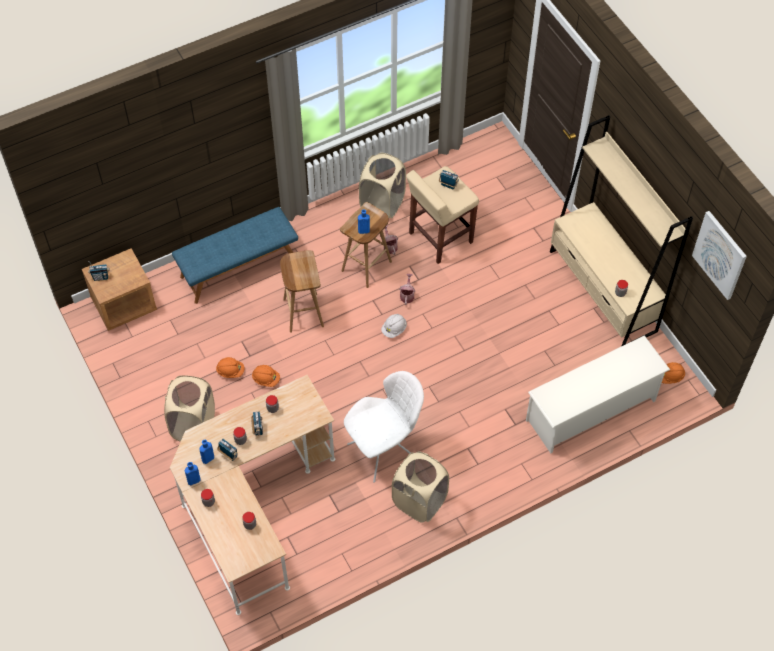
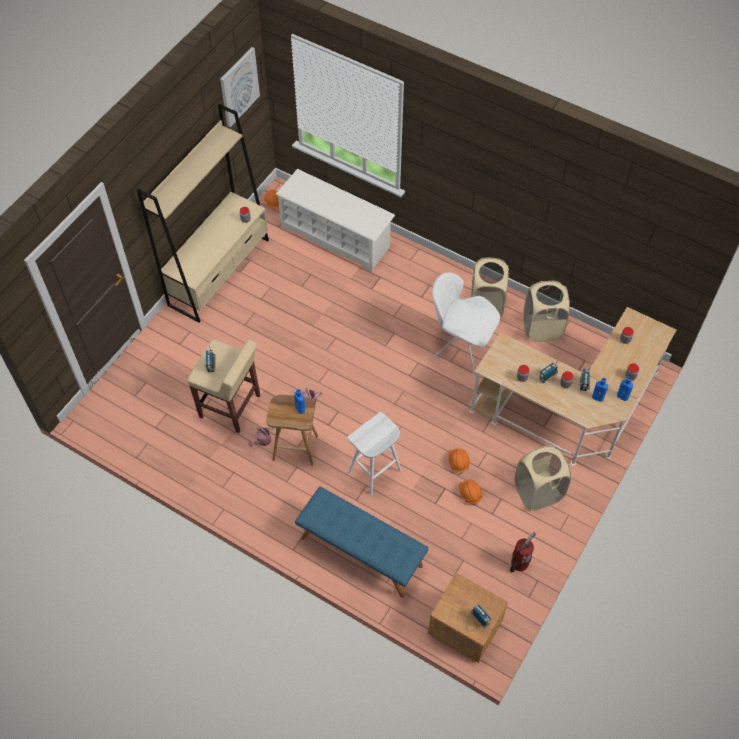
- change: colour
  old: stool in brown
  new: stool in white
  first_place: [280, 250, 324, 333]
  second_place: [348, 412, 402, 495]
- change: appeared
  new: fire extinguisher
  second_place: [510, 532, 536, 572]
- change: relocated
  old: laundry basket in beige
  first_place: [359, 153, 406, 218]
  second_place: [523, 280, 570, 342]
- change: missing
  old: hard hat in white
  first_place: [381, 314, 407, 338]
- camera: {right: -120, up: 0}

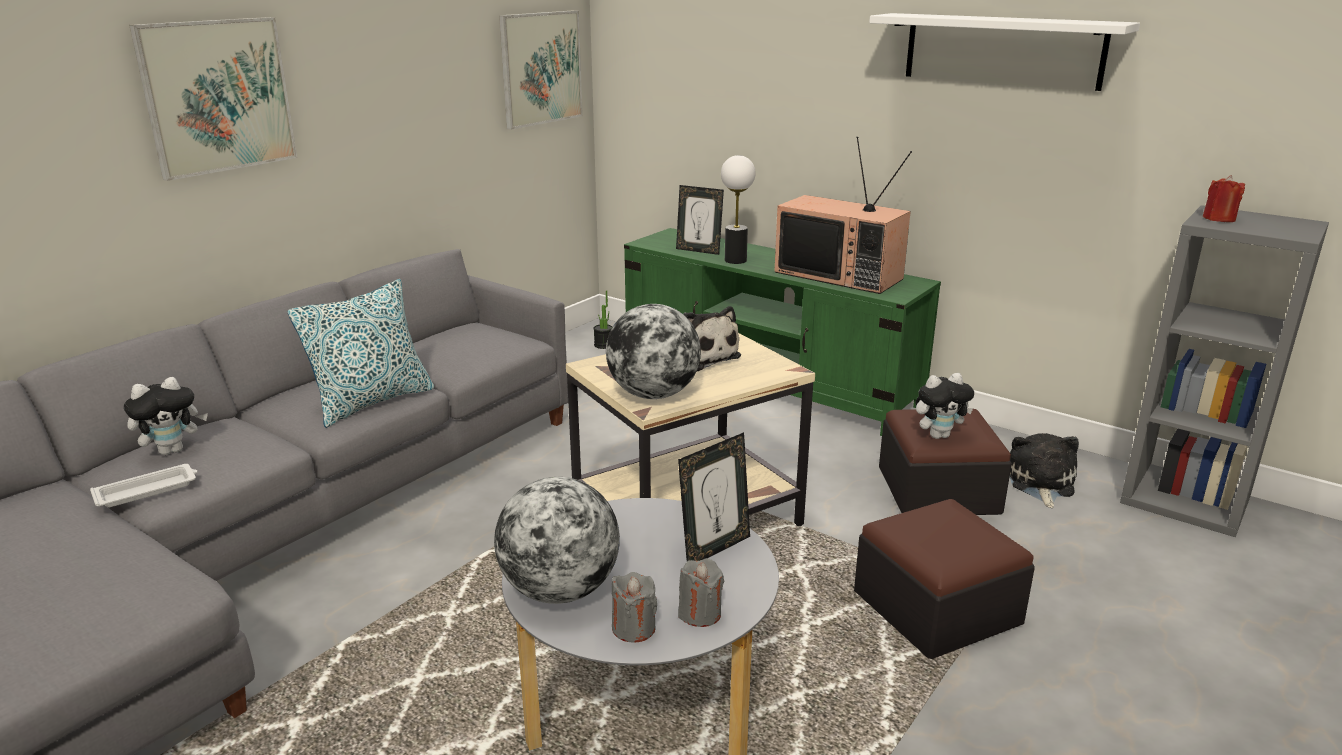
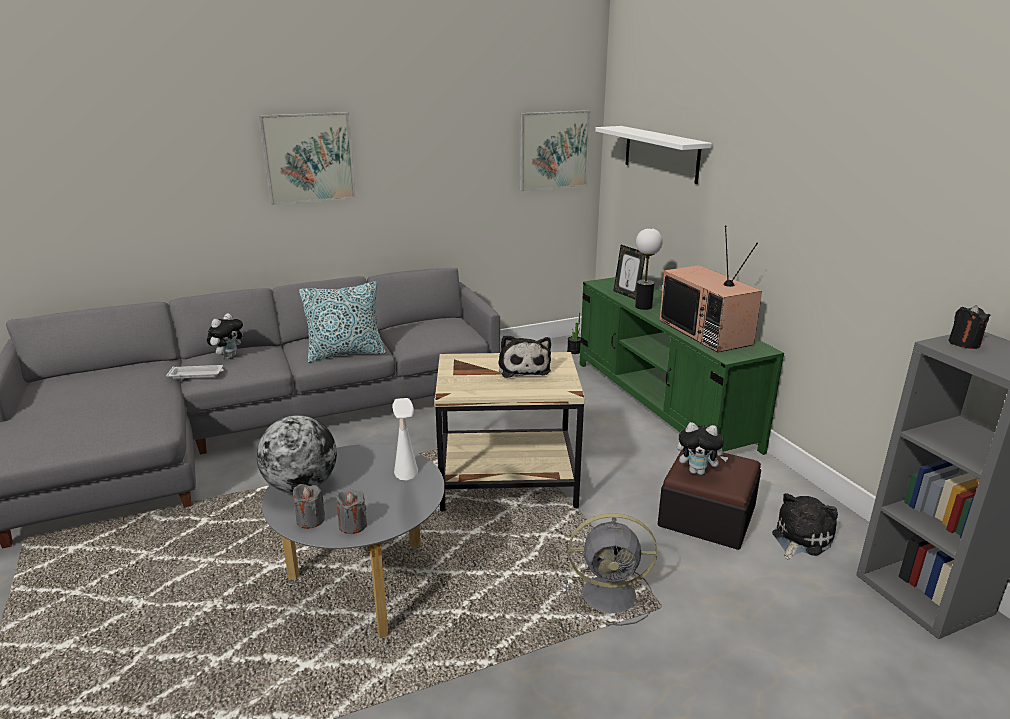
- change: spun
  old: plush toy
  first_place: [124, 377, 208, 455]
  second_place: [207, 313, 243, 359]
  degrees: -60
- change: exchanged
  old: picture frame
  new: table lamp in white
  first_place: [678, 432, 750, 561]
  second_place: [393, 398, 418, 480]
- change: exchanged
  old: ottoman
  new: fan in grey
  first_place: [854, 499, 1035, 659]
  second_place: [564, 513, 657, 626]
- change: relocated
  old: shelf in white
  first_place: [869, 13, 1140, 91]
  second_place: [595, 126, 712, 184]
- change: colour
  old: candle in red
  new: candle in black
  first_place: [1203, 175, 1245, 222]
  second_place: [948, 305, 990, 349]
- change: missing
  old: globe
  first_place: [606, 304, 701, 399]
- camera: {right: 30, up: 0}

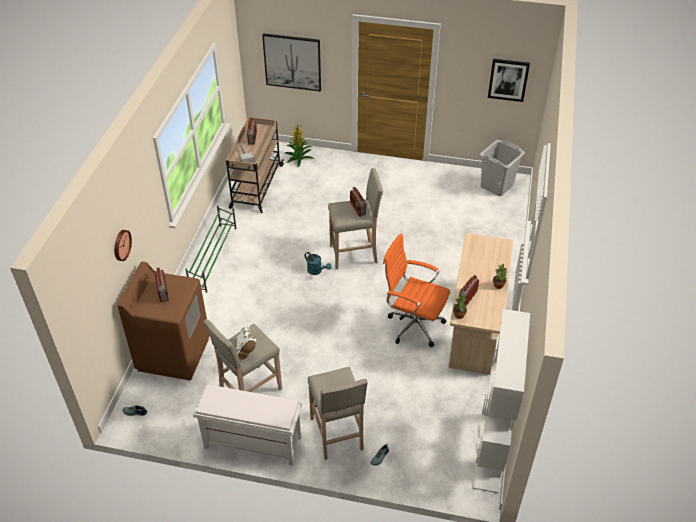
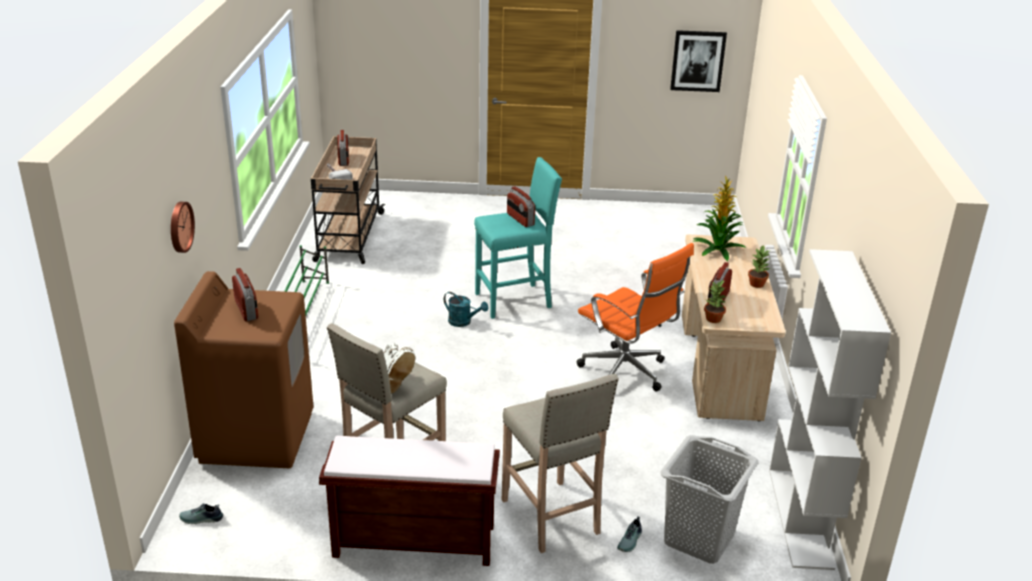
- change: colour
  old: bench in white
  new: bench in brown
  first_place: [193, 384, 302, 465]
  second_place: [319, 435, 500, 566]
- change: colour
  old: stool in beige
  new: stool in turquoise
  first_place: [328, 168, 383, 269]
  second_place: [474, 157, 562, 319]
- change: spun
  old: office chair in orange
  first_place: [383, 234, 450, 347]
  second_place: [577, 243, 694, 392]
  degrees: -150
- change: relocated
  old: laundry basket in grey
  first_place: [479, 140, 525, 196]
  second_place: [660, 435, 759, 564]
- change: relocated
  old: potted plant
  first_place: [285, 123, 314, 167]
  second_place: [692, 176, 746, 261]
- change: missing
  old: picture
  first_place: [262, 33, 321, 92]
- camera: {right: -10, up: -15}

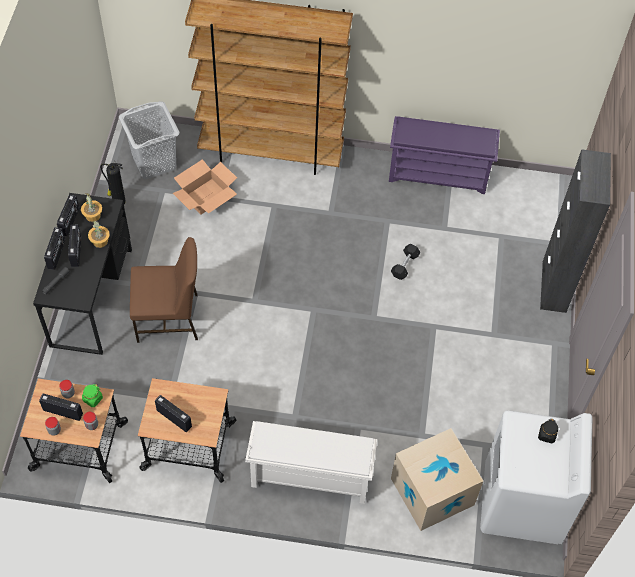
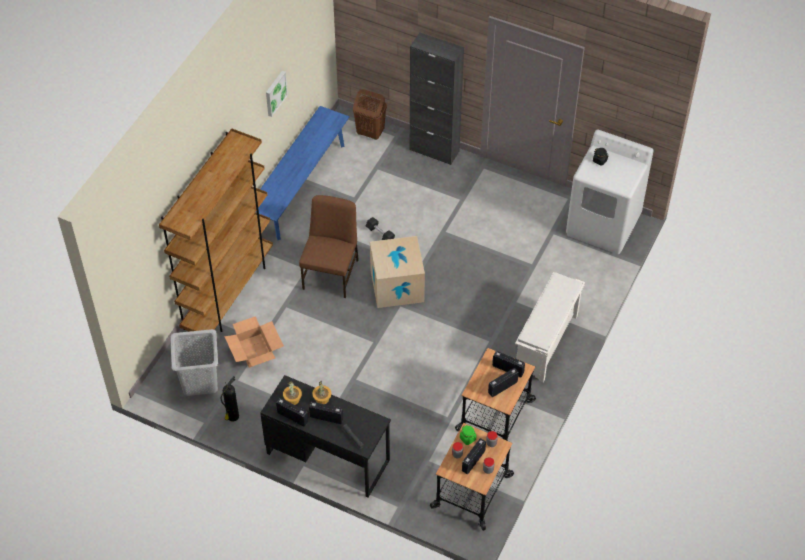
- change: exchanged
  old: shoe rack in purple
  new: bench in blue
  first_place: [389, 116, 500, 194]
  second_place: [256, 106, 350, 240]
- change: appeared
  new: picture
  second_place: [266, 71, 288, 117]
- change: relocated
  old: chair in brown
  first_place: [130, 237, 198, 343]
  second_place: [299, 195, 359, 298]
- change: appeared
  new: laundry basket in brown
  second_place: [353, 89, 387, 140]
- change: relocated
  old: cardboard box
  first_place: [391, 428, 483, 531]
  second_place: [370, 236, 425, 308]
- change: relocated
  old: radio
  first_place: [44, 227, 65, 270]
  second_place: [492, 351, 525, 378]
- camera: {right: -70, up: -5}

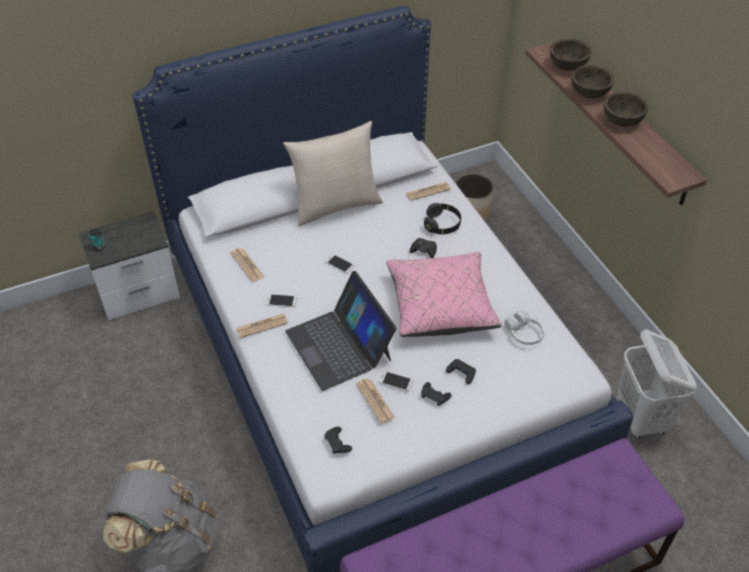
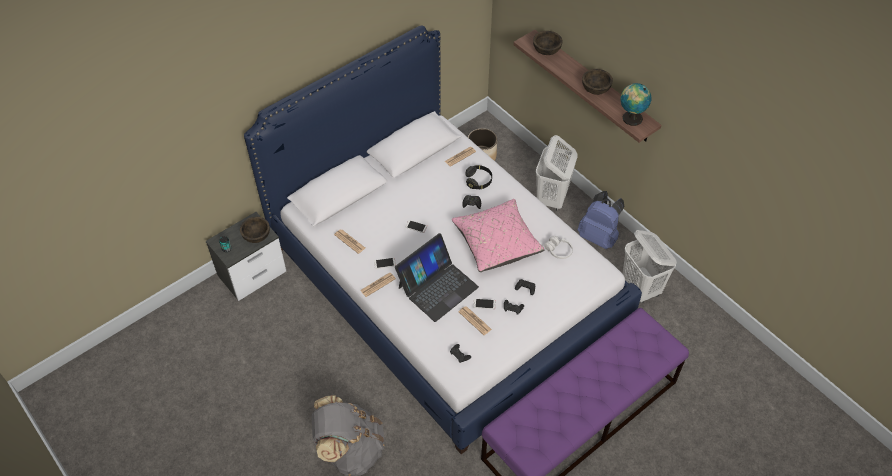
- change: relocated
  old: bowl in brown
  first_place: [572, 65, 614, 98]
  second_place: [240, 217, 270, 243]
- change: spun
  old: laptop
  first_place: [285, 271, 396, 391]
  second_place: [395, 233, 479, 322]
  degrees: -90
- change: appeared
  new: laundry basket in white
  second_place: [536, 135, 578, 211]
- change: appeared
  new: backpack in blue
  second_place: [578, 191, 625, 249]
- change: appeared
  new: globe
  second_place: [620, 83, 651, 126]
- change: missing
  old: pillow in beige
  first_place: [283, 121, 383, 226]
- camera: {right: -15, up: 5}

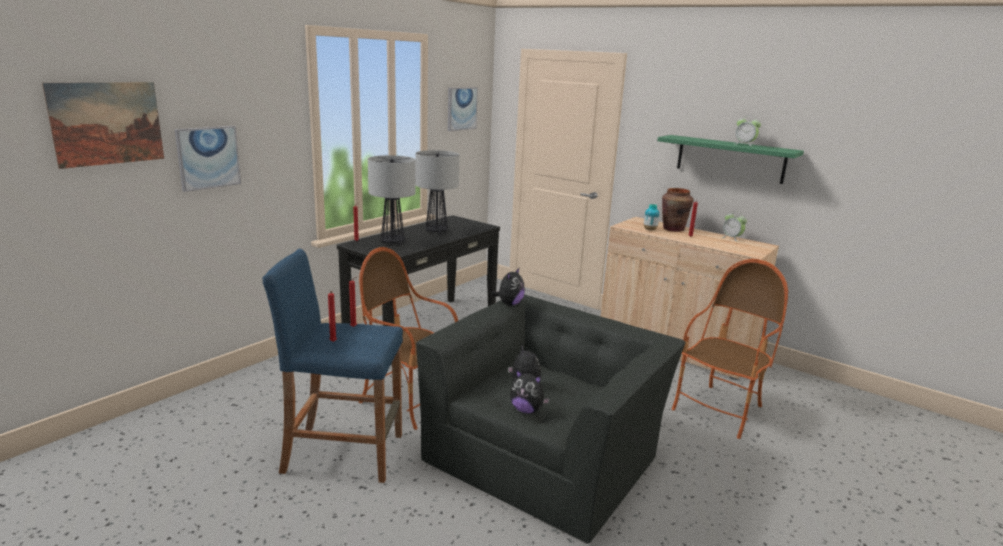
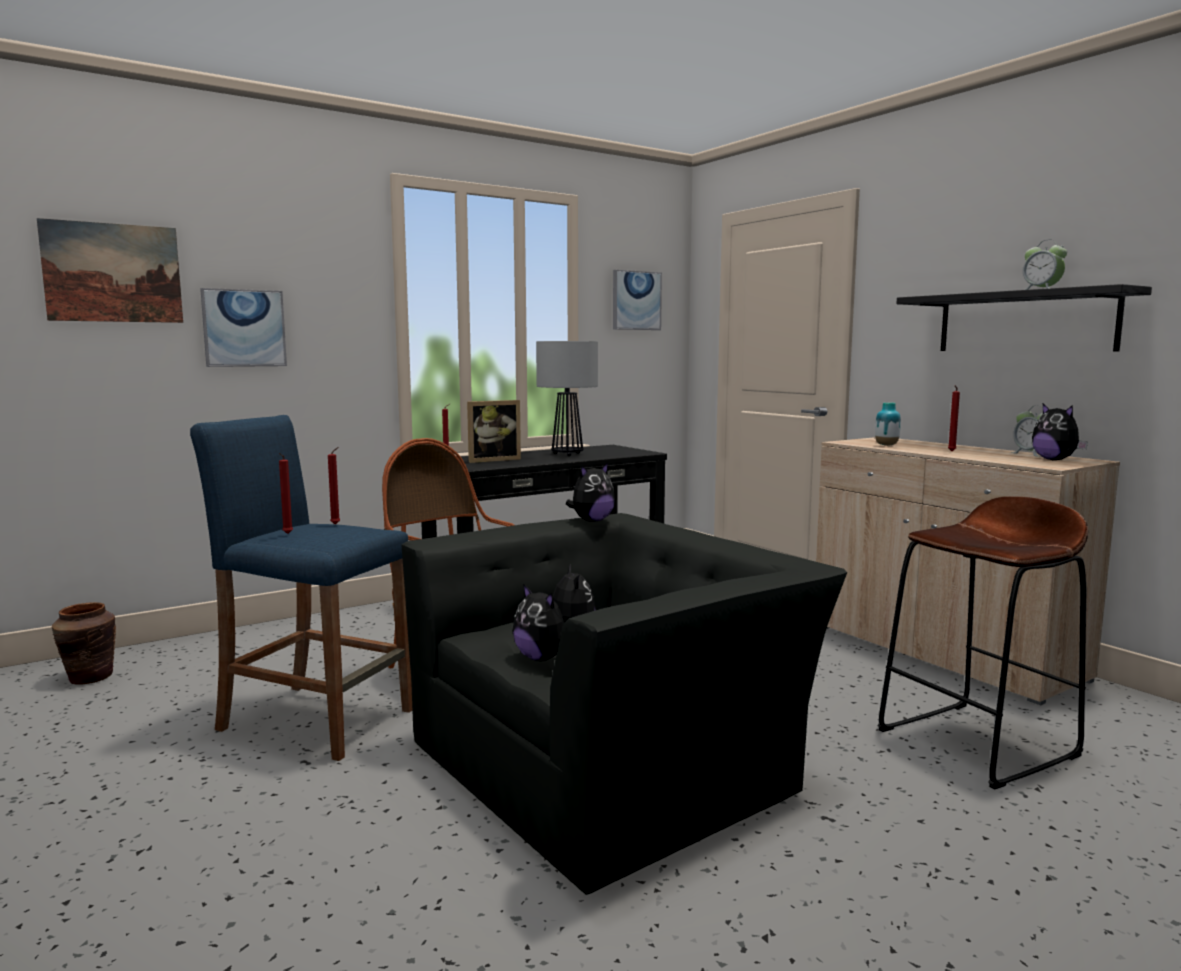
- change: relocated
  old: vase in brown
  first_place: [662, 188, 693, 232]
  second_place: [52, 602, 116, 685]
- change: exchanged
  old: table lamp
  new: picture frame
  first_place: [368, 155, 416, 245]
  second_place: [467, 400, 521, 463]
- change: exchanged
  old: armchair
  new: stool in brown
  first_place: [672, 259, 788, 439]
  second_place: [878, 496, 1088, 790]
- change: colour
  old: shelf in green
  new: shelf in black
  first_place: [657, 135, 804, 184]
  second_place: [896, 284, 1152, 352]
- change: appeared
  new: plush toy
  second_place: [1032, 404, 1088, 460]
- camera: {right: 20, up: -10}

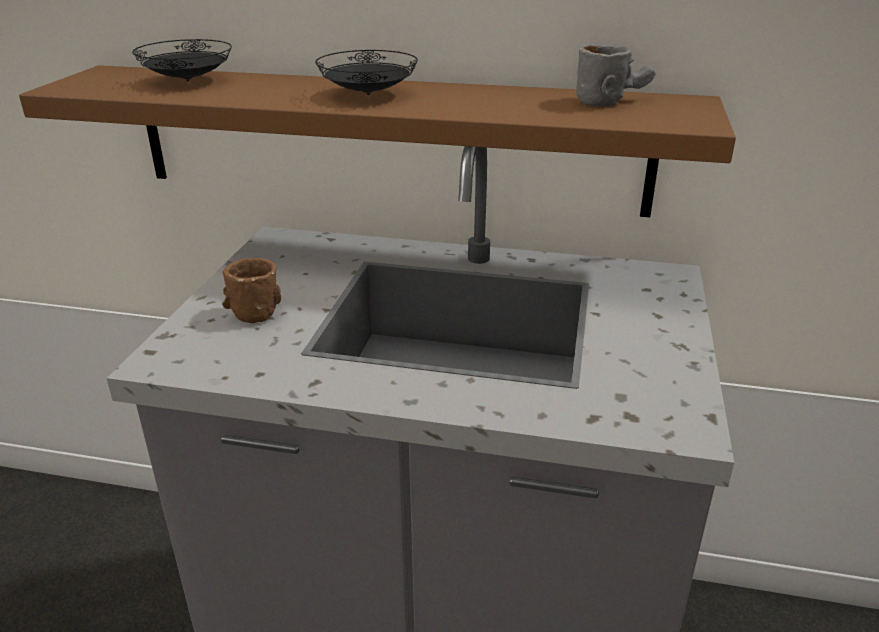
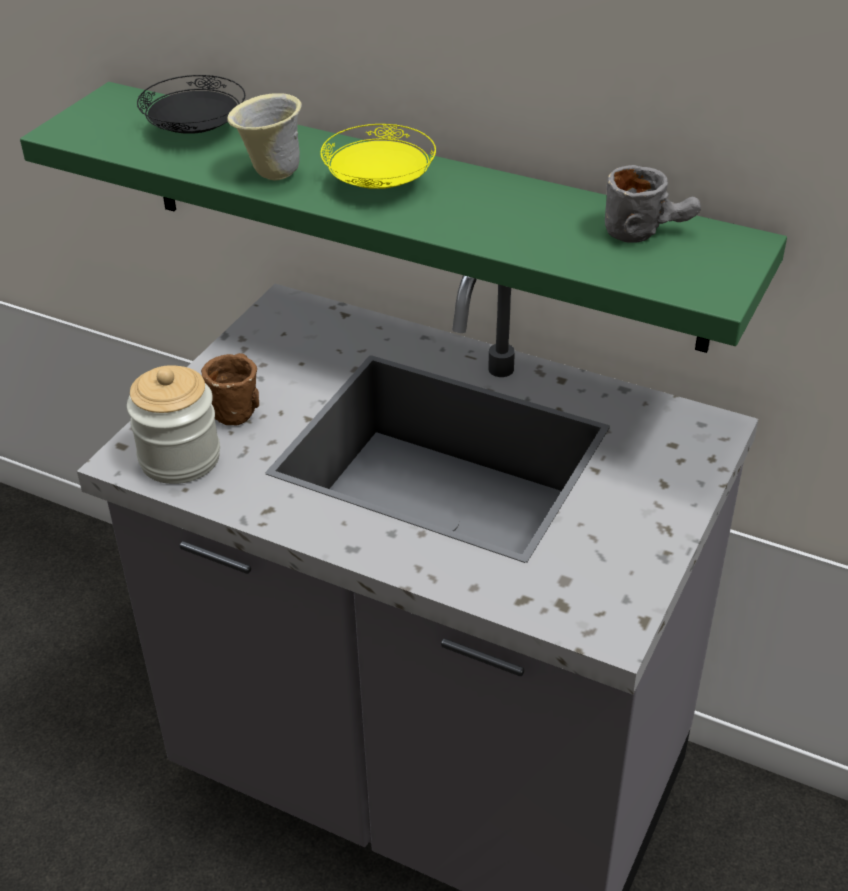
- change: colour
  old: shelf in brown
  new: shelf in green
  first_place: [19, 65, 736, 217]
  second_place: [20, 82, 787, 353]
- change: appeared
  new: jar
  second_place: [127, 365, 220, 484]
- change: appeared
  new: mug in beige
  second_place: [227, 93, 302, 180]
- change: colour
  old: plate in black
  new: plate in yellow
  first_place: [315, 50, 418, 95]
  second_place: [320, 124, 436, 189]
- camera: {right: 15, up: 10}

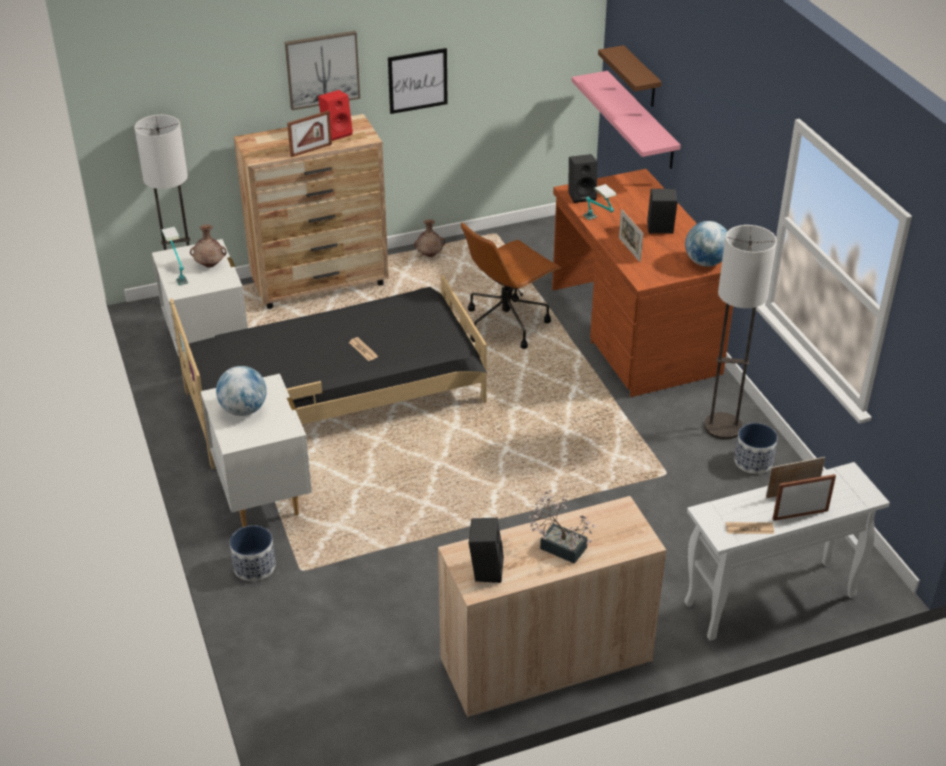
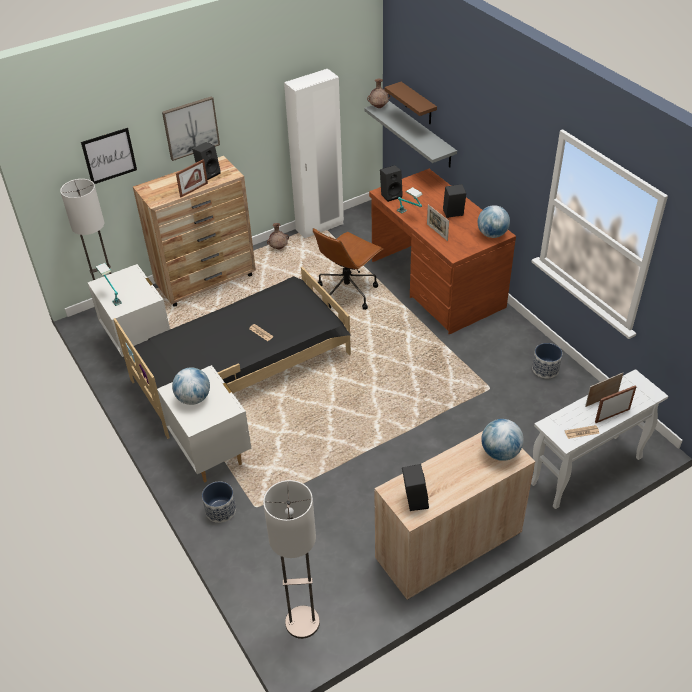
- change: relocated
  old: picture
  first_place: [388, 48, 448, 114]
  second_place: [81, 128, 137, 184]
- change: colour
  old: speaker in red
  new: speaker in black
  first_place: [318, 90, 353, 141]
  second_place: [192, 142, 221, 180]
- change: relocated
  old: floor lamp
  first_place: [704, 225, 777, 440]
  second_place: [263, 480, 320, 639]
- change: appeared
  new: wardrobe in white
  second_place: [284, 69, 344, 238]
- change: colour
  old: shelf in pink
  new: shelf in grey
  first_place: [572, 71, 681, 169]
  second_place: [364, 101, 457, 167]
- change: relocated
  old: vase in brown
  first_place: [190, 225, 227, 268]
  second_place: [367, 79, 391, 108]
- change: appeared
  new: globe
  second_place: [481, 419, 524, 461]
- change: missing
  old: potted plant
  first_place: [528, 490, 597, 564]
- camera: {right: -10, up: 5}

